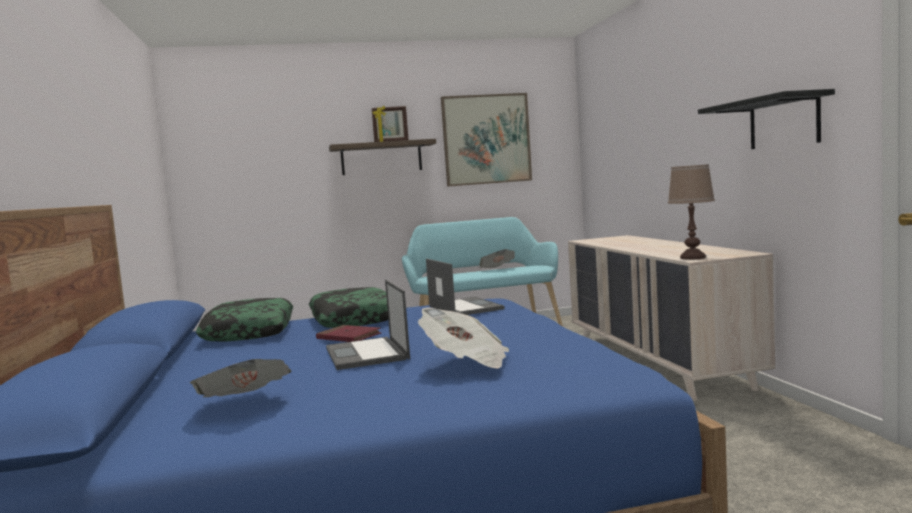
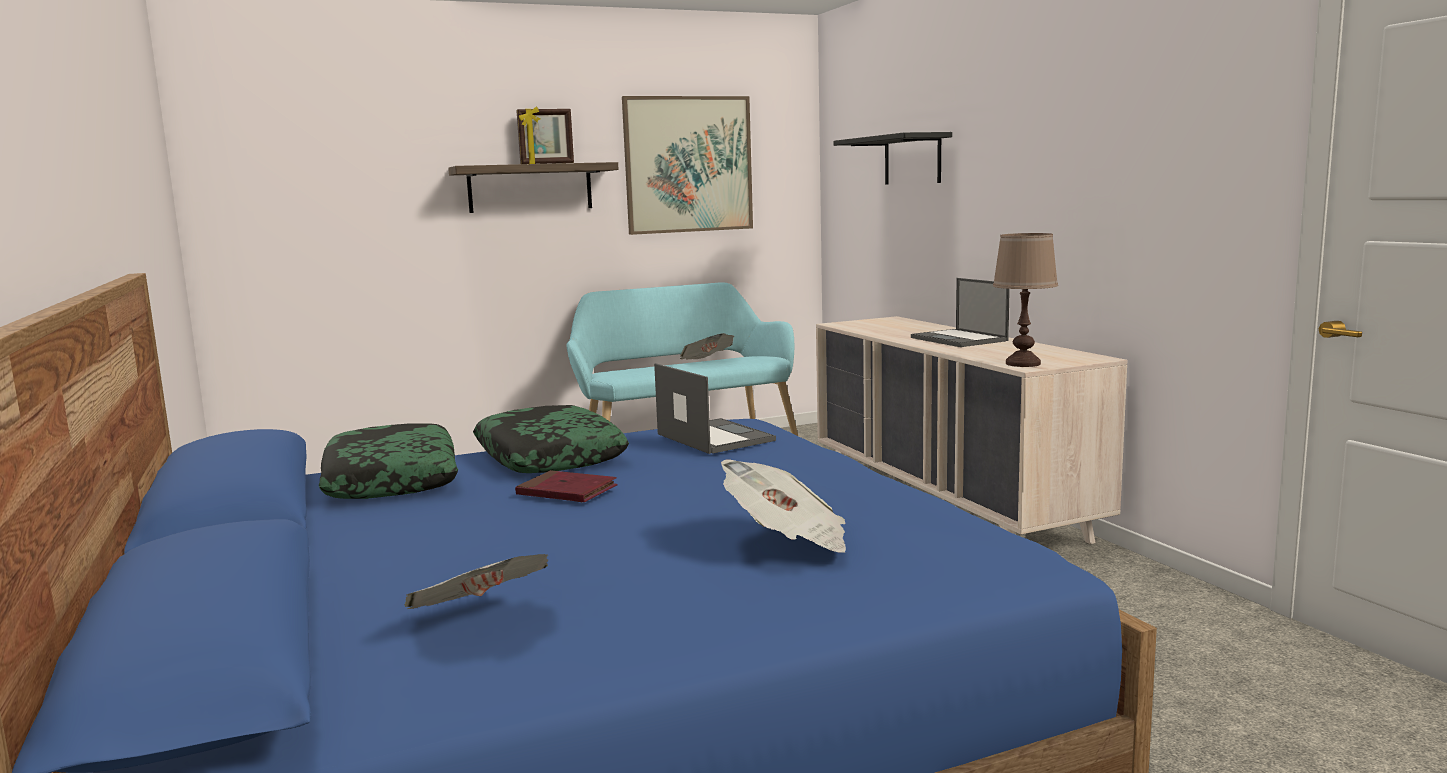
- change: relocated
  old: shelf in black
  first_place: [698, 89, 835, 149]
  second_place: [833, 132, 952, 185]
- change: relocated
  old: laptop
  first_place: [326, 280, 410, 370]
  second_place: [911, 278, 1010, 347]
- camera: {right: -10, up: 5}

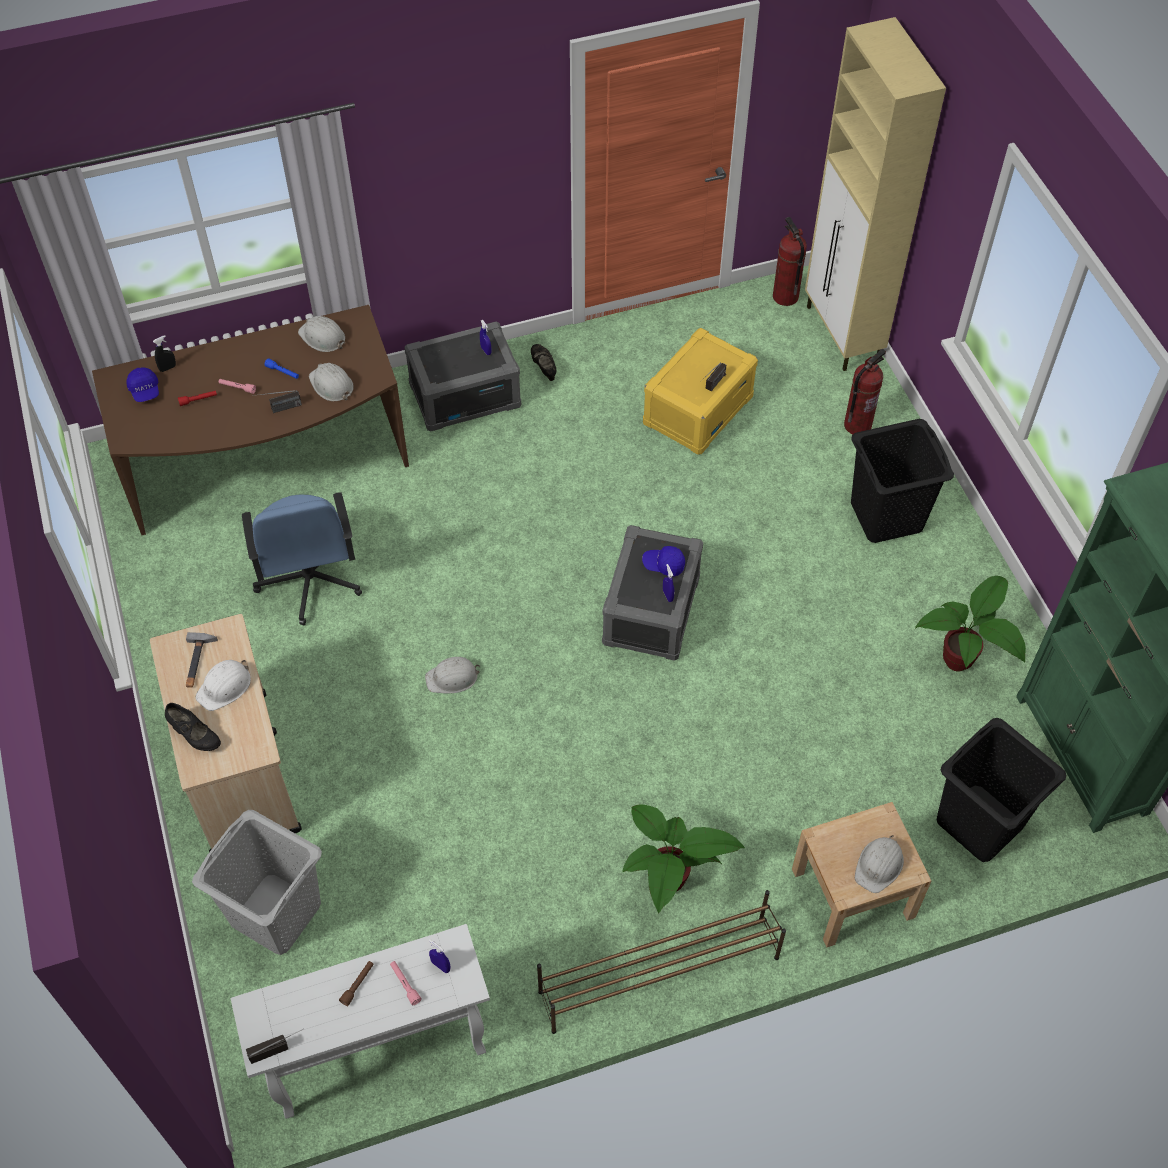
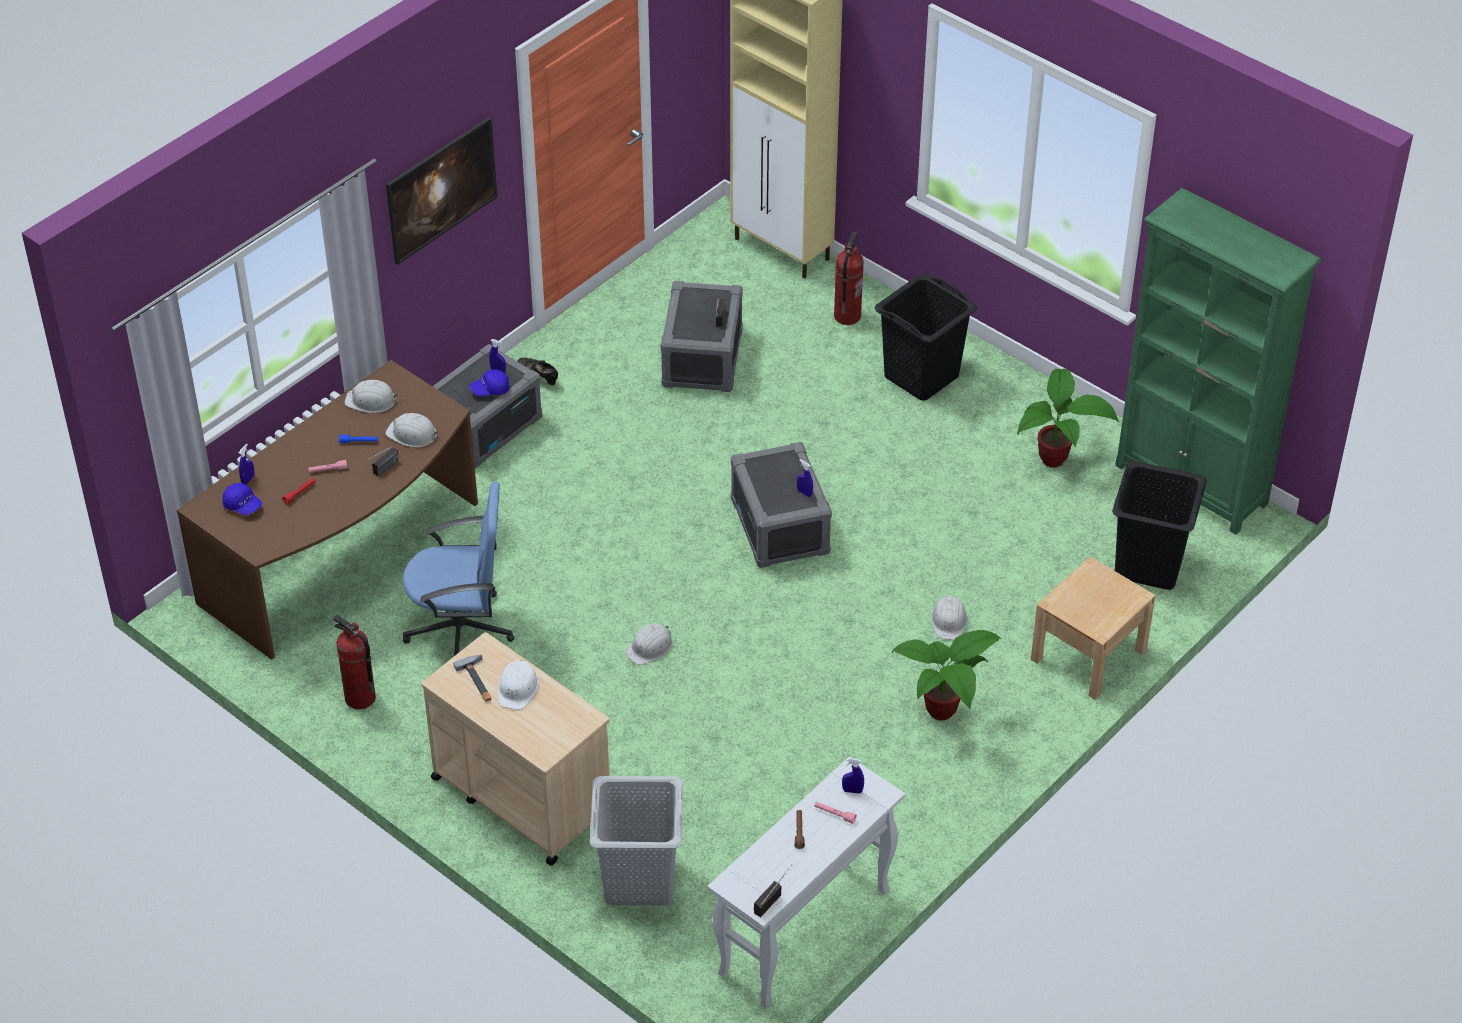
- change: colour
  old: spray bottle in black
  new: spray bottle in blue
  first_place: [153, 335, 176, 372]
  second_place: [239, 444, 255, 485]
- change: relocated
  old: fire extinguisher
  first_place: [773, 217, 807, 306]
  second_place: [333, 615, 376, 709]
- change: appeared
  new: picture
  second_place: [386, 117, 497, 265]
- change: spun
  old: office chair in blue
  first_place: [242, 492, 362, 626]
  second_place: [402, 482, 514, 656]
  degrees: -45
- change: relocated
  old: cap in blue
  first_place: [642, 546, 685, 576]
  second_place: [469, 370, 509, 397]
- change: colour
  old: storage box in yellow
  new: storage box in grey
  first_place: [643, 328, 758, 455]
  second_place: [661, 281, 743, 392]
- change: relocated
  old: hard hat in white
  first_place: [855, 835, 904, 893]
  second_place: [931, 596, 968, 640]
- change: missing
  old: shoe in black
  first_place: [165, 703, 221, 751]
- change: missing
  old: shoe rack in brown
  first_place: [537, 890, 786, 1034]
- camera: {right: -30, up: -10}

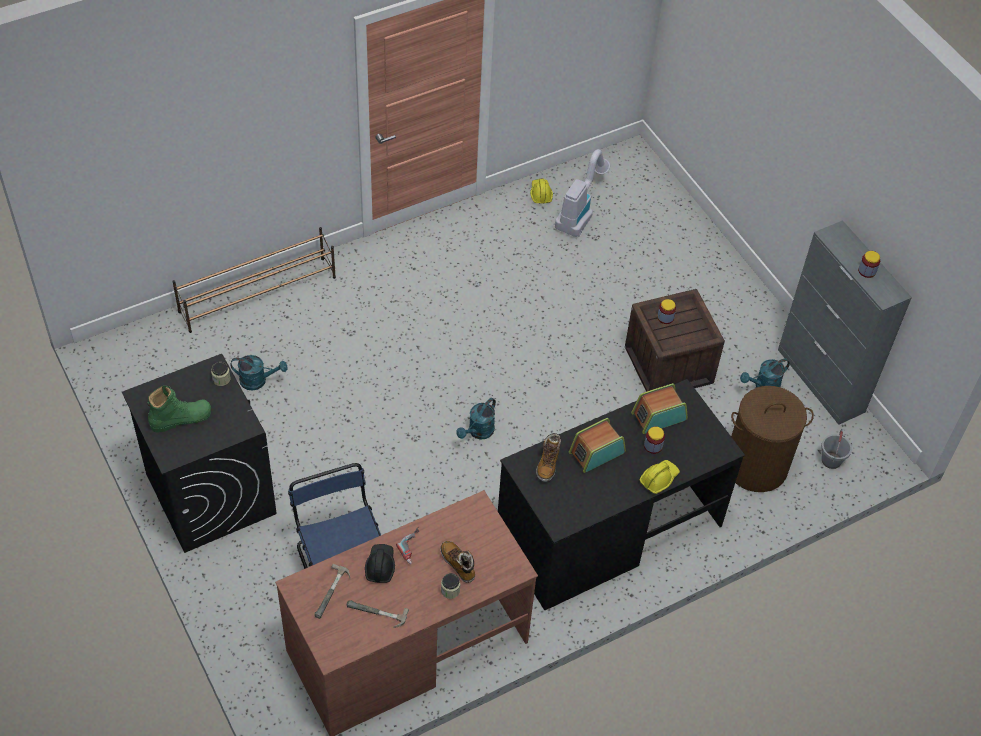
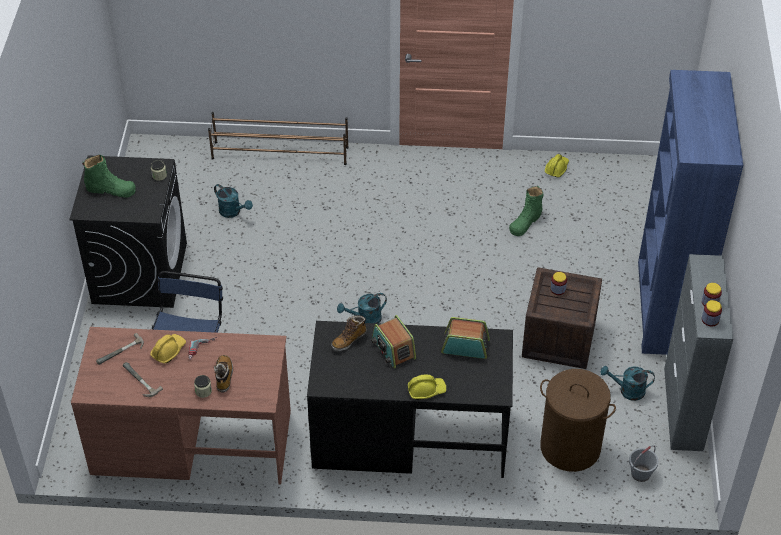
- change: colour
  old: hard hat in black
  new: hard hat in yellow
  first_place: [365, 544, 395, 583]
  second_place: [150, 334, 186, 363]
- change: spun
  old: radio
  first_place: [568, 418, 626, 473]
  second_place: [371, 315, 416, 369]
  degrees: -120
- change: appeared
  new: boot in green
  second_place: [509, 186, 543, 236]
- change: appeared
  new: bookcase in blue
  second_place: [638, 70, 743, 355]
- change: relocated
  old: jar
  first_place: [644, 426, 665, 454]
  second_place: [702, 300, 722, 327]
- change: missing
  old: vacuum cleaner
  first_place: [555, 149, 610, 237]
- camera: {right: 35, up: -5}

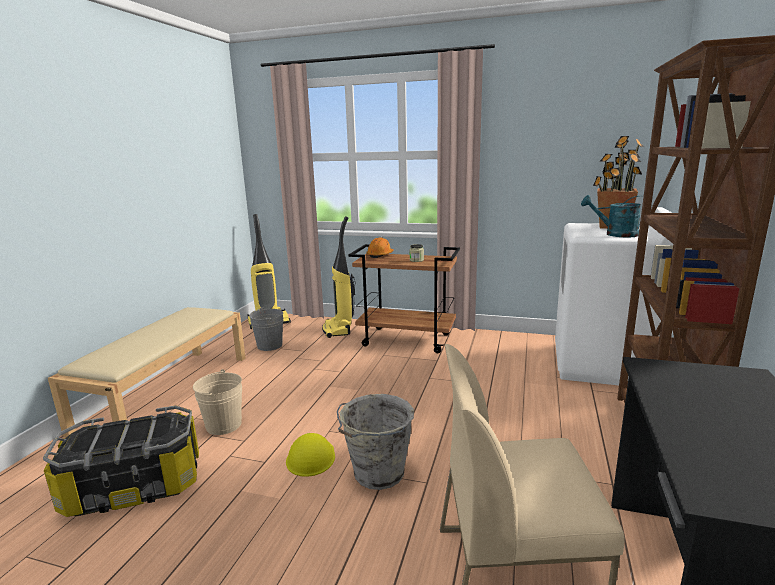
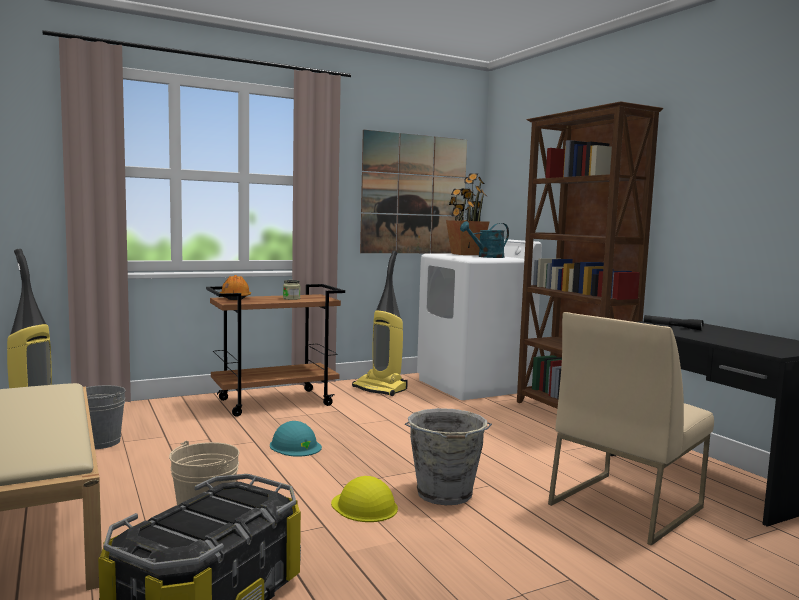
- change: appeared
  new: hard hat in turquoise
  second_place: [270, 421, 322, 457]
- change: relocated
  old: vacuum cleaner
  first_place: [322, 216, 355, 338]
  second_place: [352, 251, 408, 396]
- change: appeared
  new: picture
  second_place: [360, 130, 467, 253]
- change: appeared
  new: flashlight in black
  second_place: [644, 315, 704, 330]
- camera: {right: -45, up: -10}

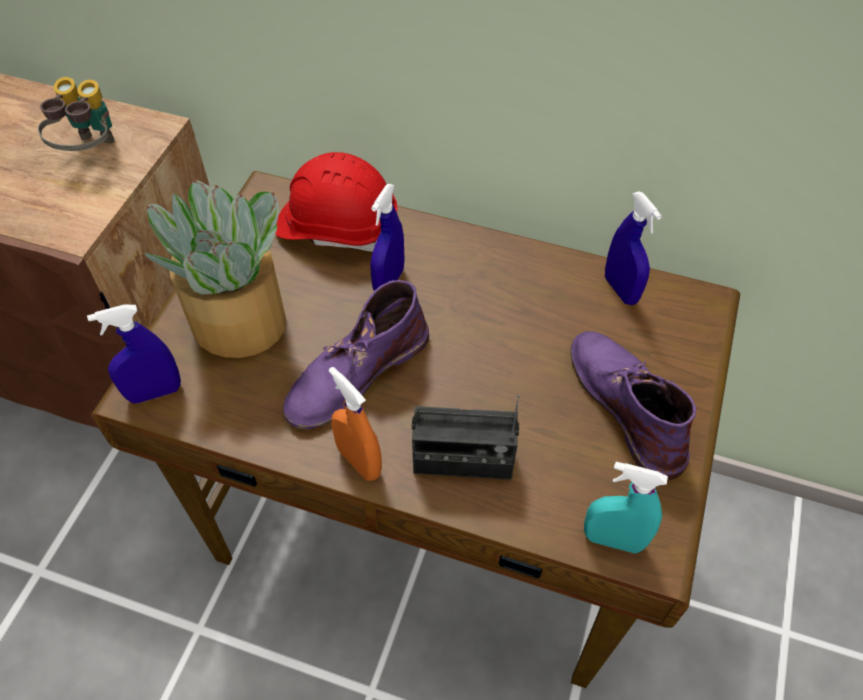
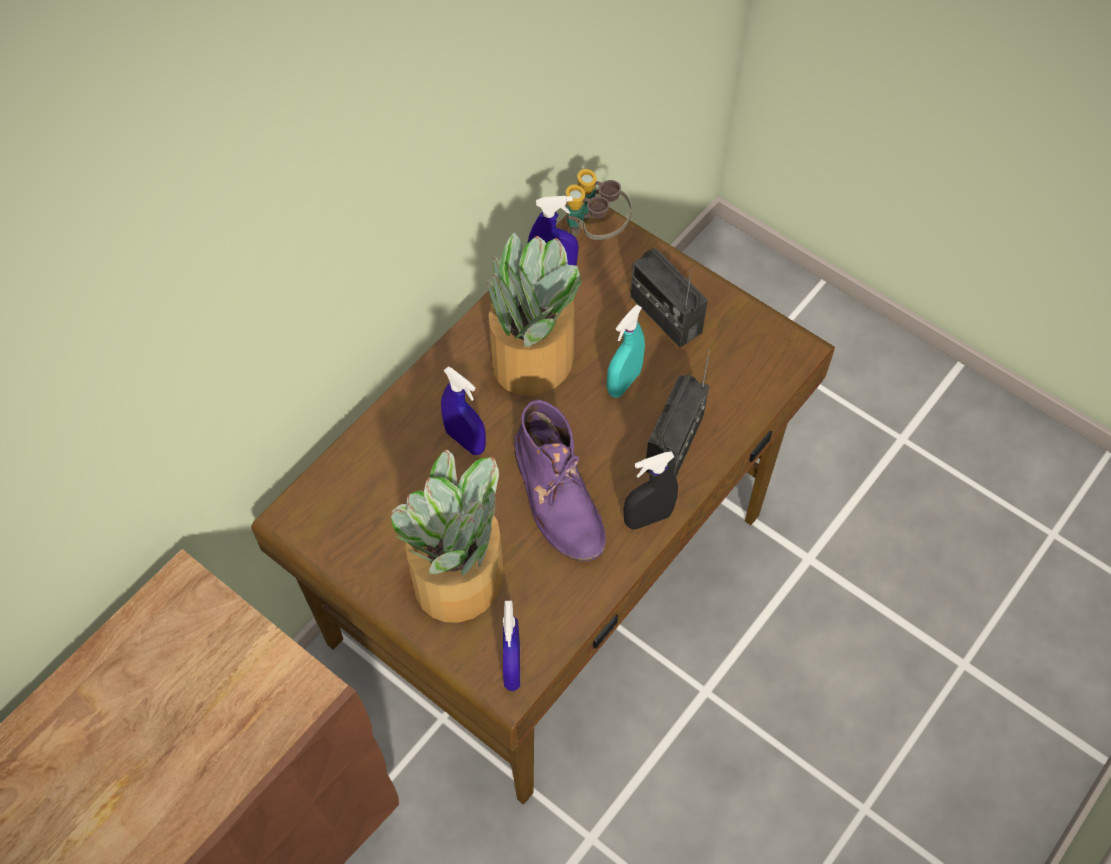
- change: appeared
  new: potted plant
  second_place: [486, 232, 583, 396]
- change: relocated
  old: binoculars
  first_place: [38, 77, 115, 151]
  second_place: [565, 169, 632, 240]
- change: relocated
  old: spray bottle in turquoise
  first_place: [584, 462, 668, 553]
  second_place: [607, 305, 645, 398]
- change: colour
  old: spray bottle in orange
  new: spray bottle in black
  first_place: [328, 367, 382, 481]
  second_place: [623, 451, 678, 530]
- change: exchanged
  old: boot in purple
  new: radio
  first_place: [571, 331, 697, 481]
  second_place: [630, 248, 708, 348]
- change: missing
  old: hard hat in red
  first_place: [275, 152, 397, 251]
- camera: {right: -70, up: 5}

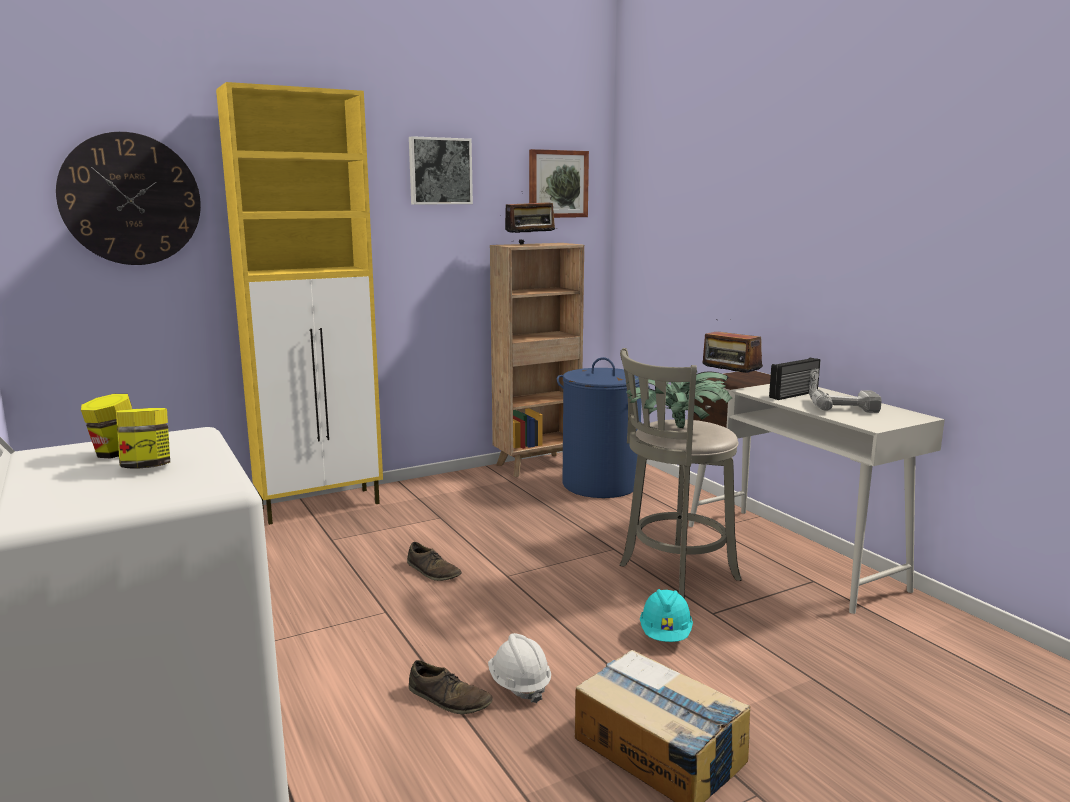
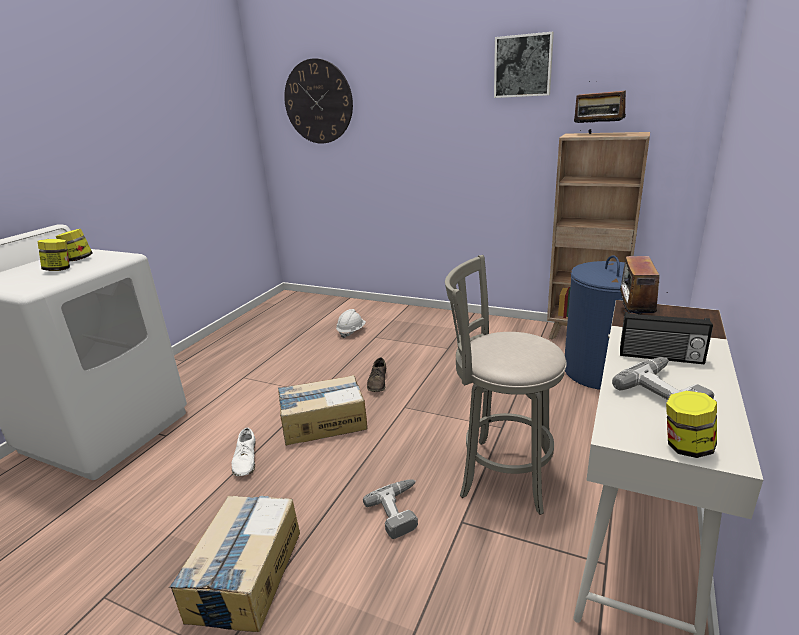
- change: colour
  old: shoe in brown
  new: shoe in white
  first_place: [409, 660, 493, 714]
  second_place: [232, 428, 255, 476]
- change: appeared
  new: cardboard box
  second_place: [278, 375, 367, 446]
- change: relocated
  old: hard hat in white
  first_place: [488, 633, 551, 703]
  second_place: [336, 309, 366, 338]
- change: exchanged
  old: hard hat in turquoise
  new: power drill
  first_place: [640, 589, 693, 642]
  second_place: [363, 479, 418, 539]
- change: appeared
  new: jar
  second_place: [666, 391, 717, 458]
- change: missing
  old: cabinet in yellow
  first_place: [216, 82, 383, 525]
- change: missing
  old: picture
  first_place: [529, 149, 589, 218]
- change: missing
  old: potted plant
  first_place: [626, 372, 732, 428]
- camera: {right: 55, up: 10}

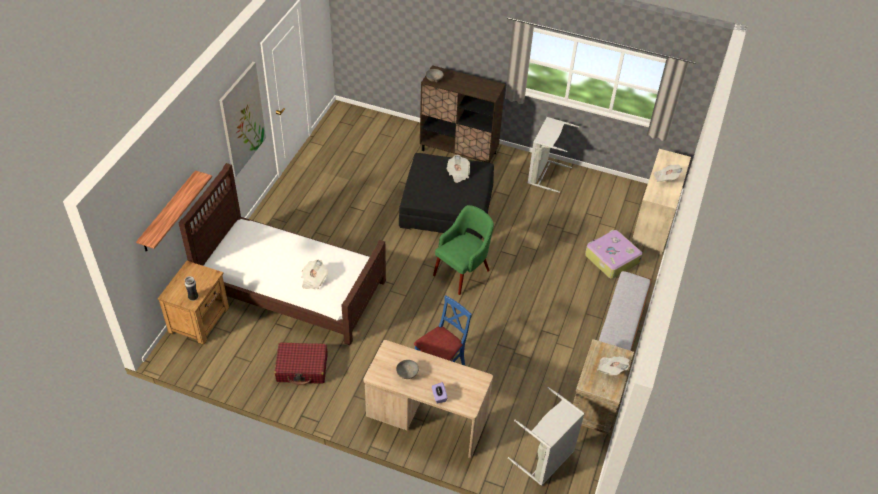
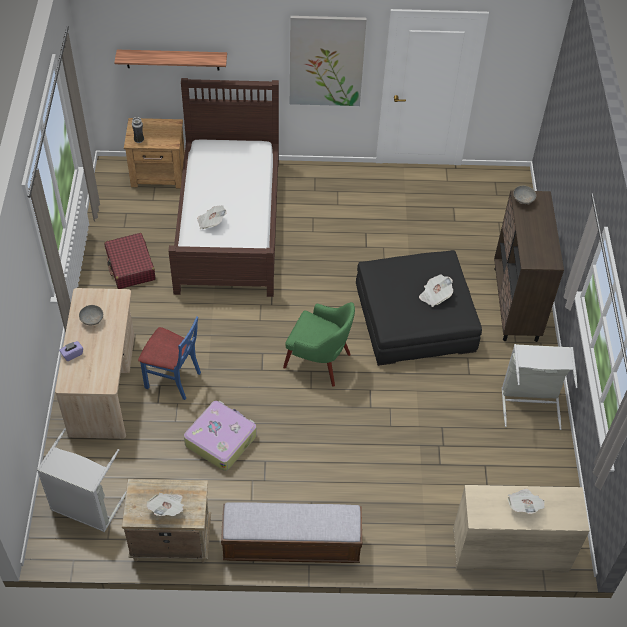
- change: relocated
  old: suitcase
  first_place: [585, 230, 642, 279]
  second_place: [184, 401, 257, 471]
- camera: {right: 70, up: 5}

